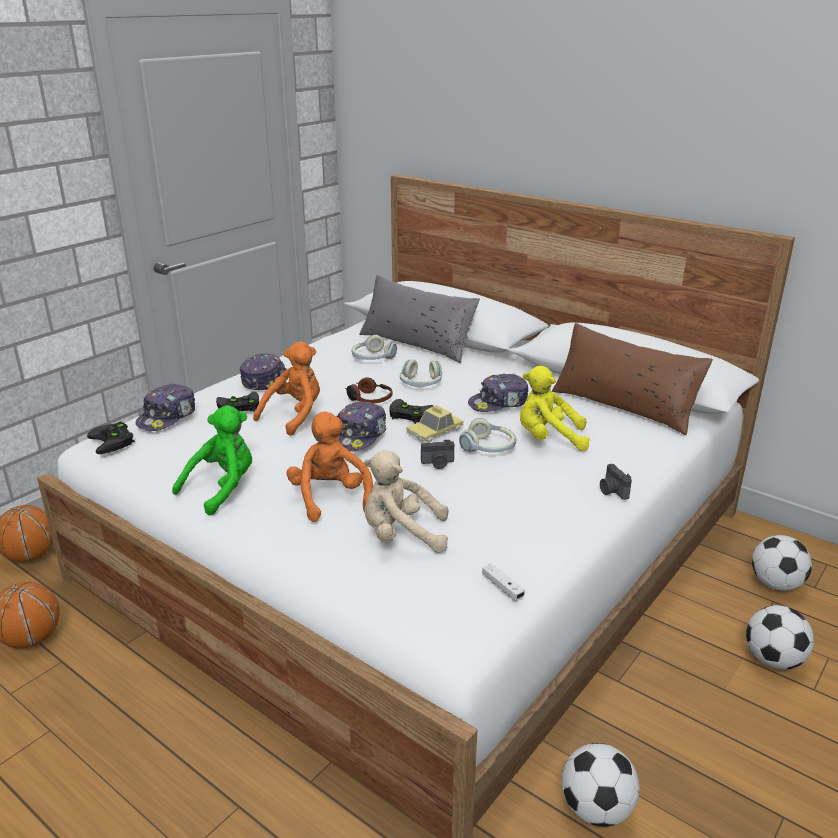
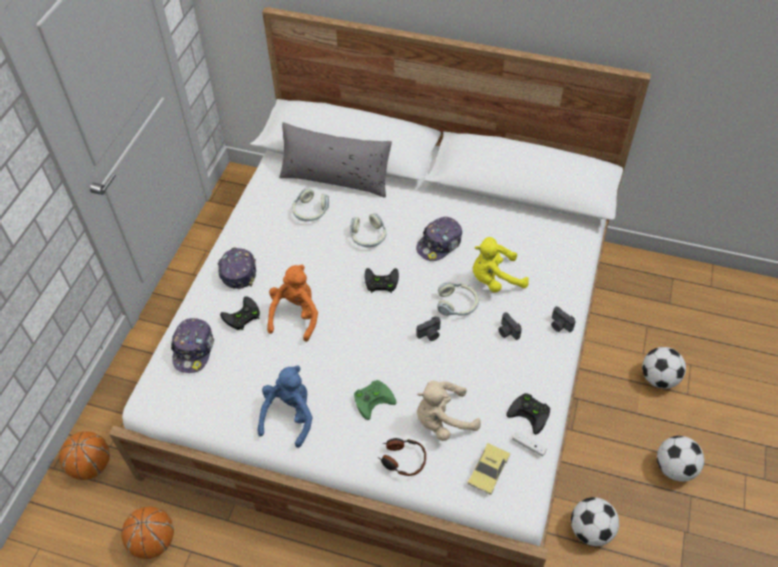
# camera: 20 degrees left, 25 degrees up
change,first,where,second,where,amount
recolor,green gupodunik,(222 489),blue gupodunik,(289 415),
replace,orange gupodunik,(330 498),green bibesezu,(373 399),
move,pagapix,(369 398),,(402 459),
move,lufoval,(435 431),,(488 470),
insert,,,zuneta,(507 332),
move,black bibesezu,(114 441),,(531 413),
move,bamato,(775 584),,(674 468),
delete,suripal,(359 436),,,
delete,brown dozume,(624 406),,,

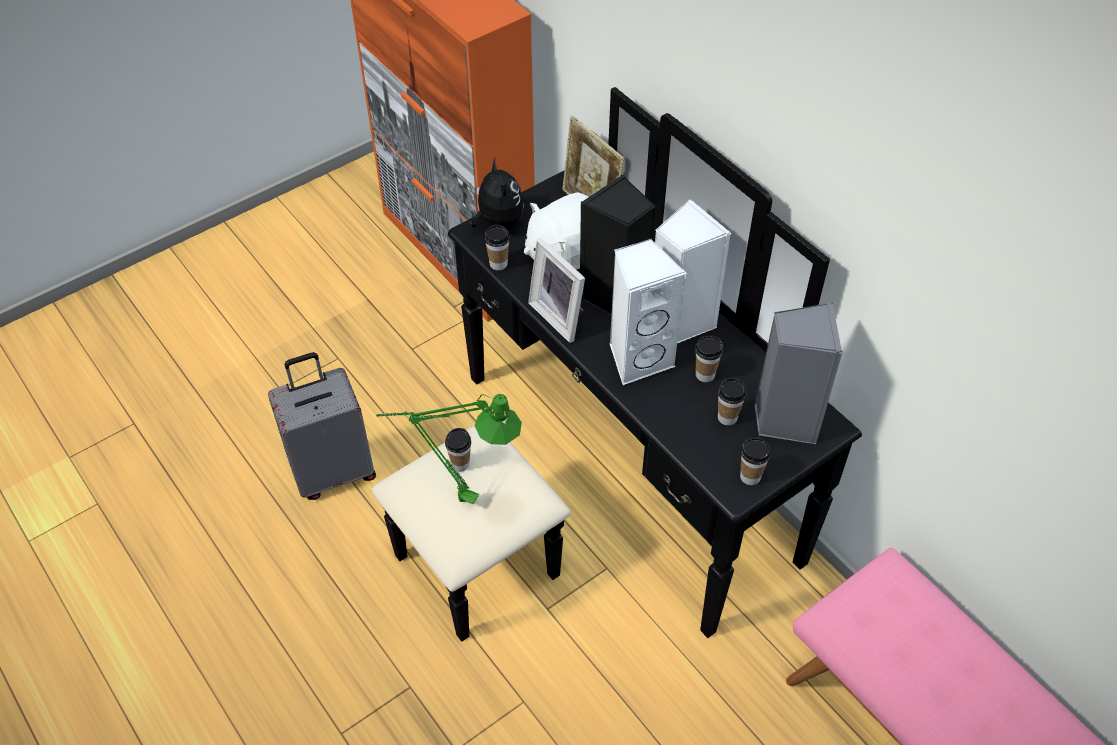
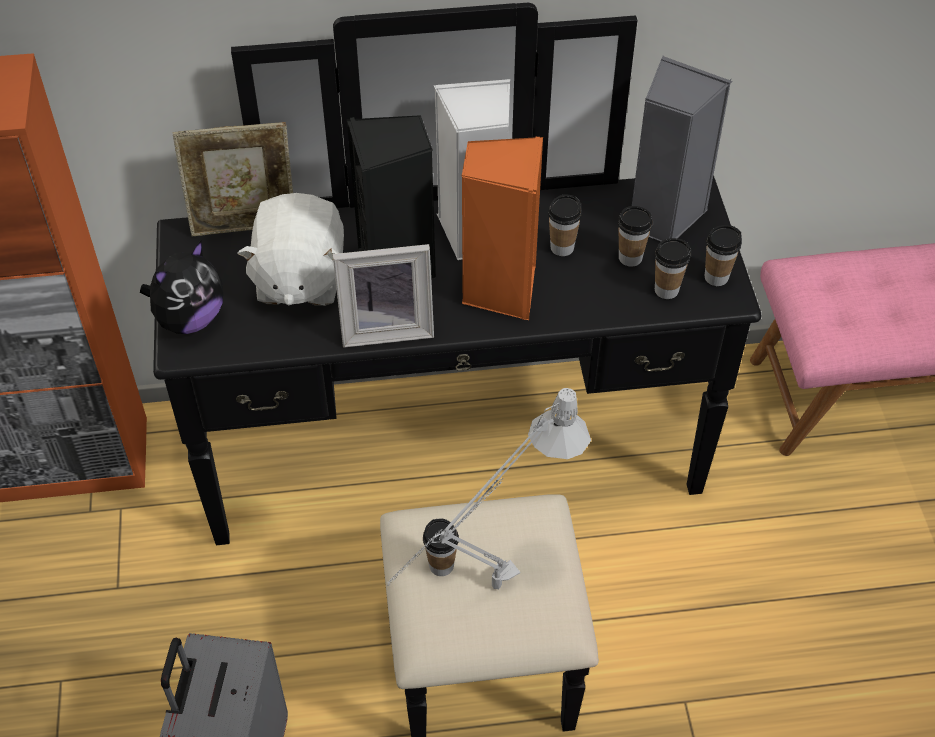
# camera: 60 degrees left, 0 degrees up
change,first,where,second,where,amount
rotate,gupodunik,(498 223),,(189 319),120 degrees clockwise
recolor,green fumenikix,(453 497),grey fumenikix,(484 594),
recolor,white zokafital,(638 358),orange zokafital,(499 289),
move,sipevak,(498 264),,(666 290),

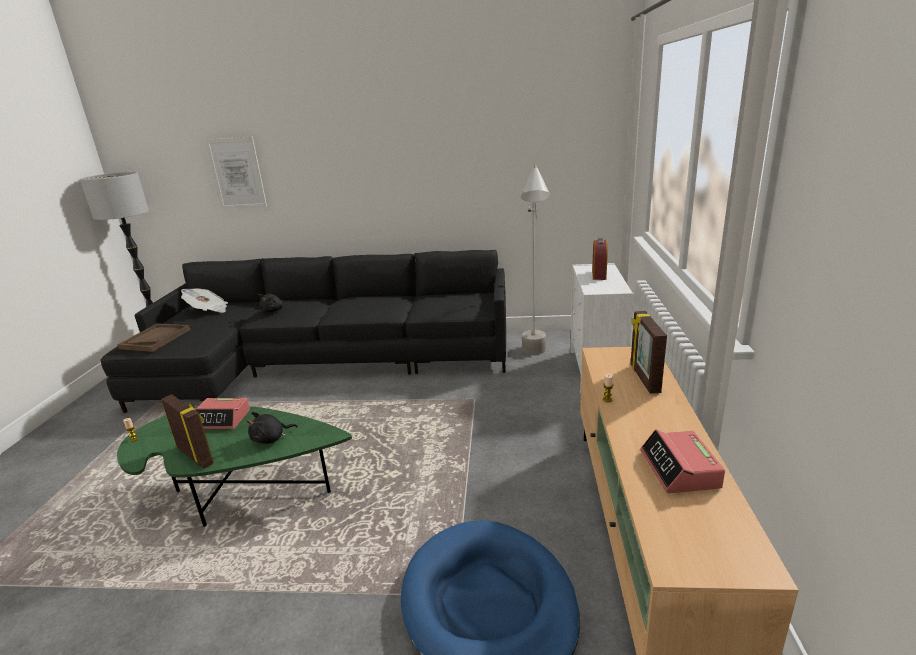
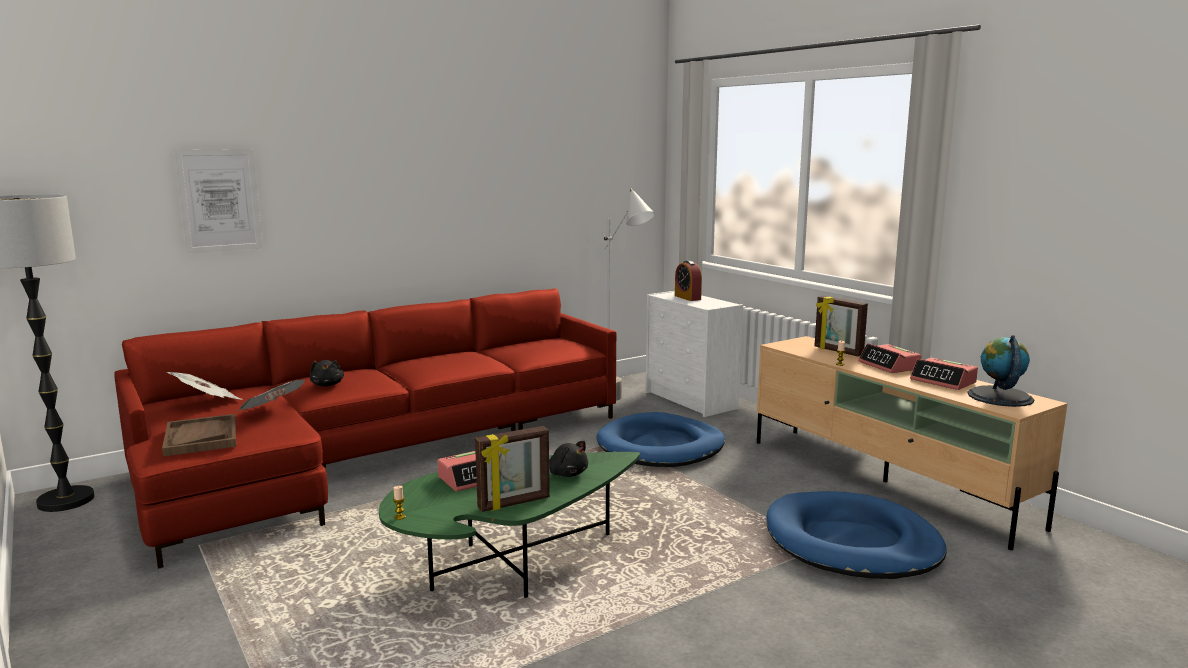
# camera: 40 degrees left, 10 degrees down
change,first,where,second,where,amount
recolor,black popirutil,(319 362),red popirutil,(374 455),
insert,,,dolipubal,(273 412),
rotate,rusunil,(196 455),,(514 503),150 degrees clockwise
rotate,black gupodunik,(271 439),,(566 473),75 degrees counterclockwise
insert,,,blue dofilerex,(661 446),
insert,,,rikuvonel,(889 366),
insert,,,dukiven,(999 397),

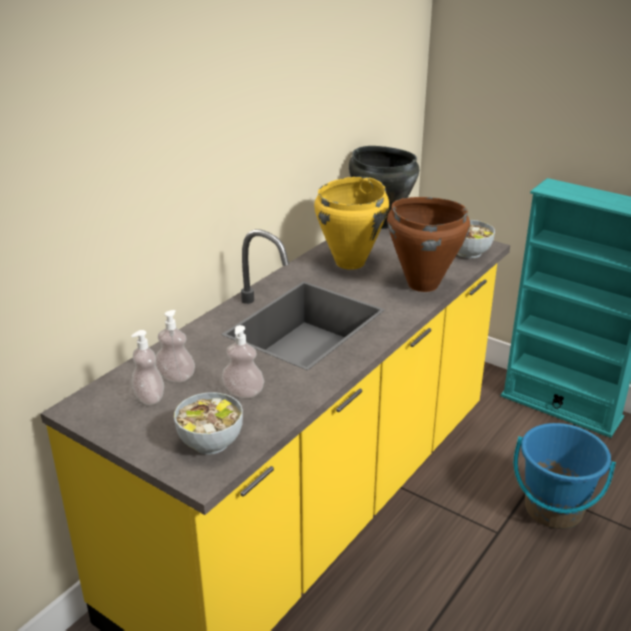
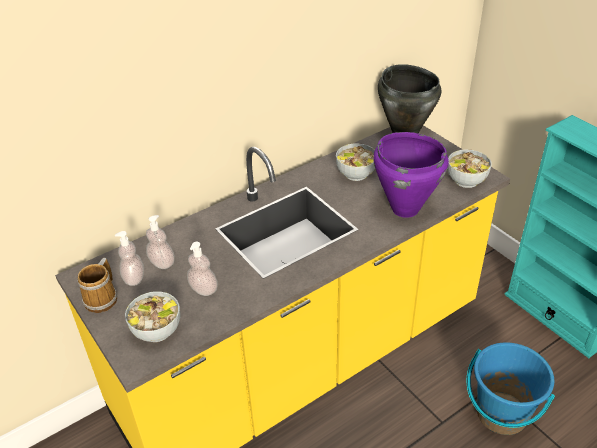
# camera: 20 degrees right, 10 degrees up
change,first,where,second,where,amount
insert,,,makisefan,(103 298),
replace,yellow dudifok,(351 263),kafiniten,(356 174),
recolor,brown dudifok,(422 284),purple dudifok,(405 208),

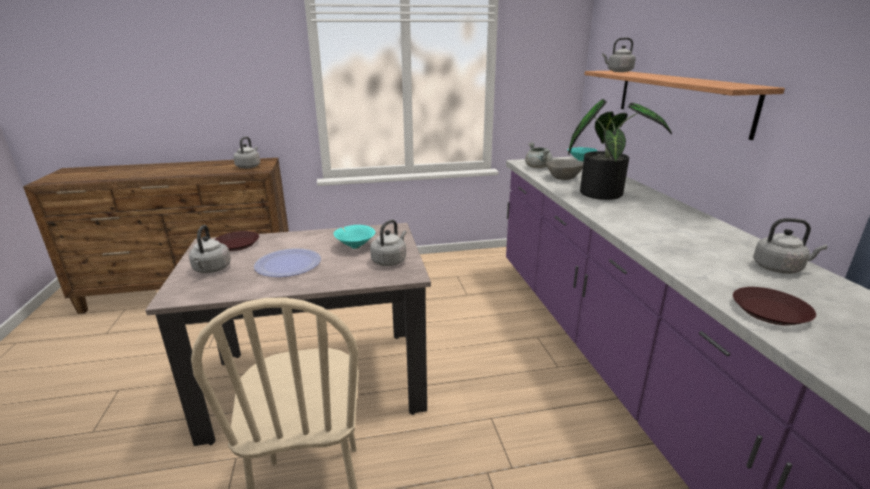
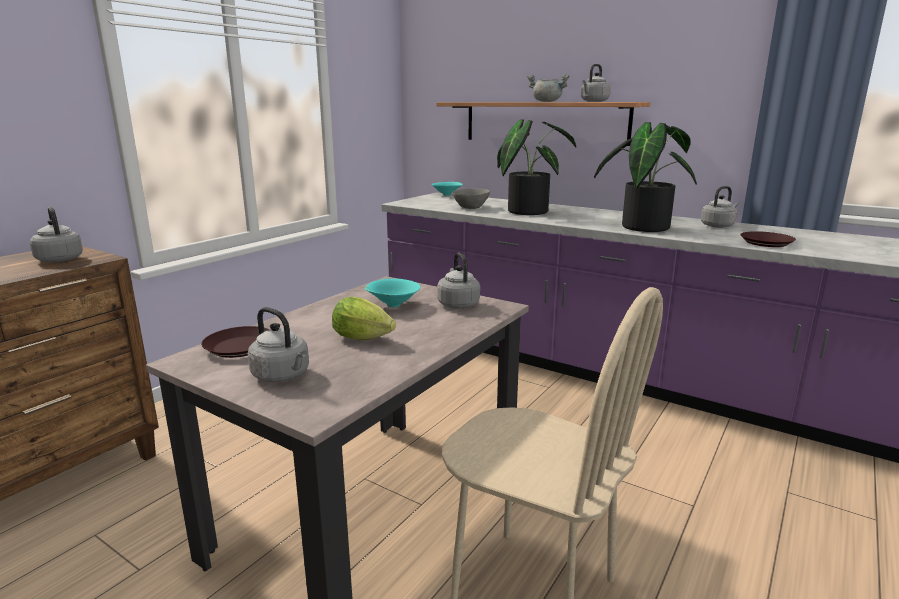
# camera: 45 degrees left, 5 degrees down
change,first,where,second,where,amount
replace,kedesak,(288 264),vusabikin,(366 339),
move,grey dudifok,(538 167),,(547 101),
move,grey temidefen,(618 71),,(594 101),
insert,,,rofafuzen,(642 226),

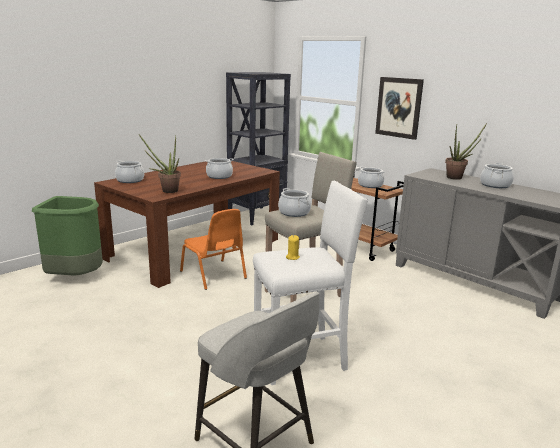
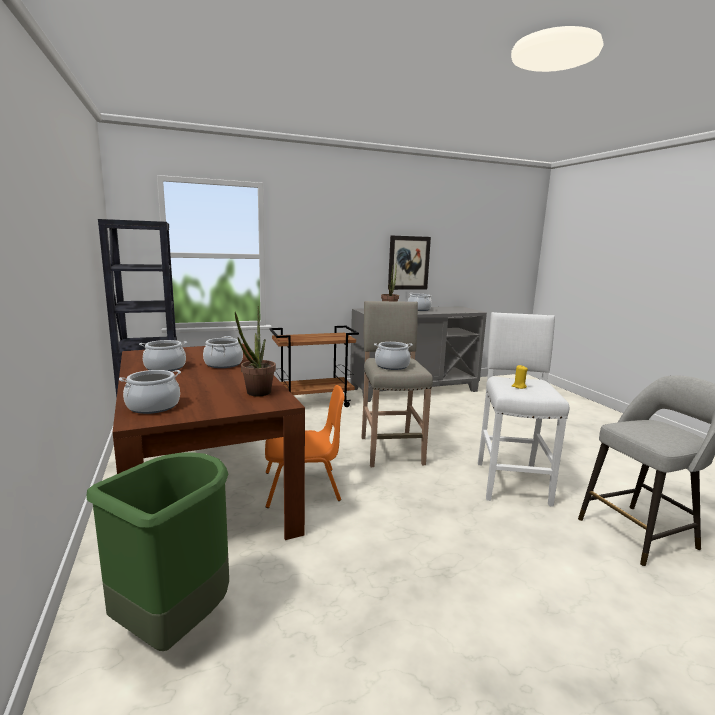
# camera: 65 degrees left, 5 degrees down
change,first,where,second,where,amount
move,dudifok,(370 185),,(165 368),
move,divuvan,(399 107),,(408 263),

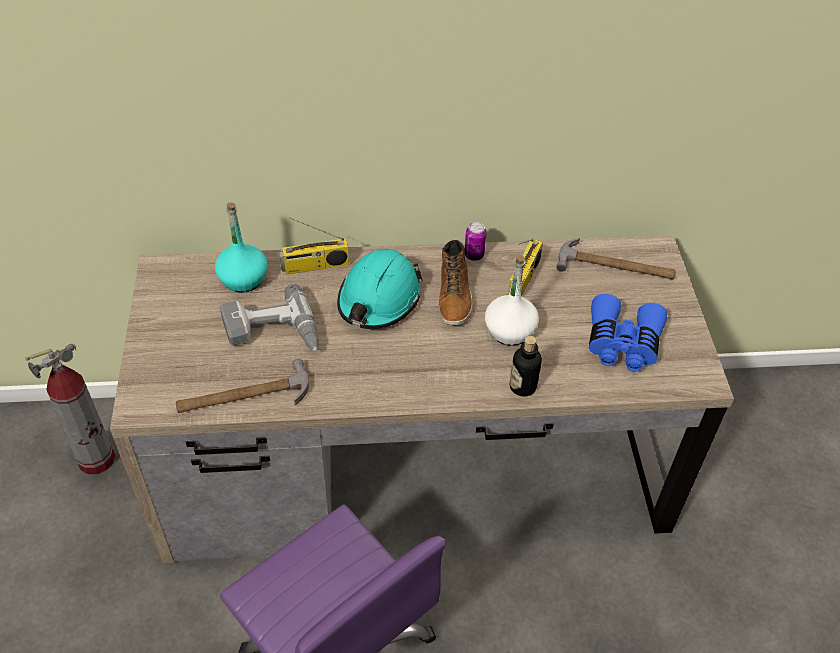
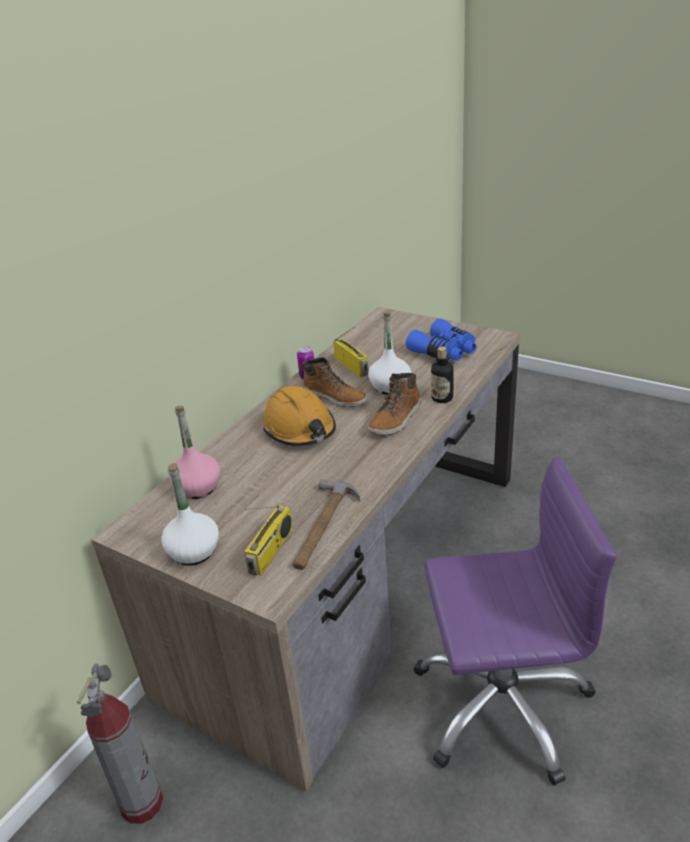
# camera: 50 degrees left, 15 degrees down
change,first,where,second,where,amount
insert,,,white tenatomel,(194 551),
recolor,turquoise tenatomel,(243 279),pink tenatomel,(197 487),
move,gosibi,(315 266),,(271 551),
recolor,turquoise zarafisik,(379 299),orange zarafisik,(300 429),
insert,,,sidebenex,(396 419),
delete,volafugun,(272 334),,,
delete,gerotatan,(616 266),,,

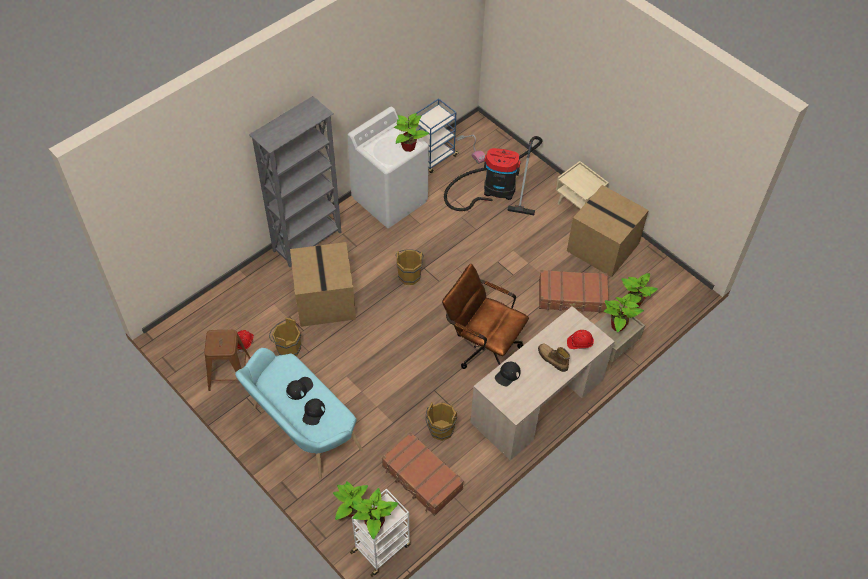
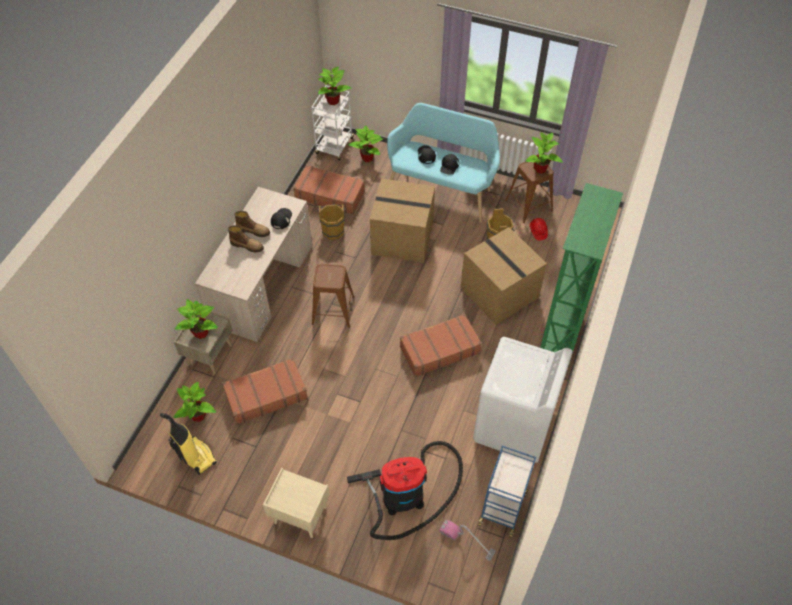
# camera: 155 degrees right, 0 degrees up
change,first,where,second,where,amount
insert,,,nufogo,(196 456),
insert,,,sidebenex,(253 230),
replace,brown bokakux,(482 346),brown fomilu,(333 310),
move,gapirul,(601 247),,(403 237),
replace,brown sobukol,(409 274),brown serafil,(439 349),
move,rofafuzen,(409 146),,(540 169),
recolor,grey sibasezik,(308 241),green sibasezik,(559 341),
delete,red zarafisik,(579 343),,,

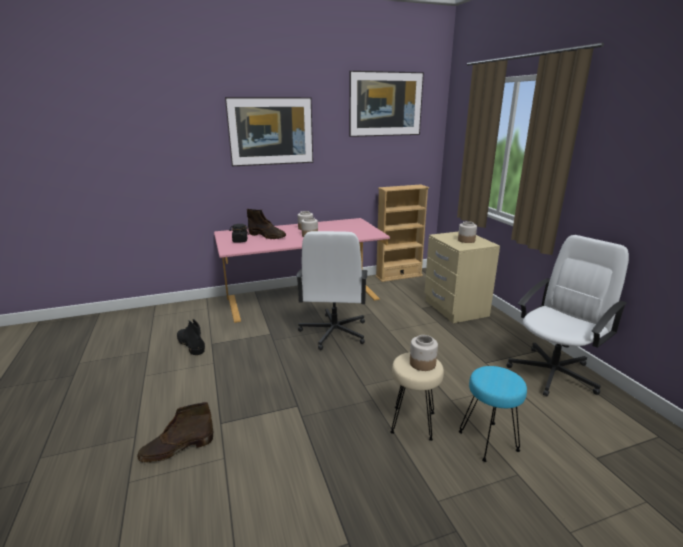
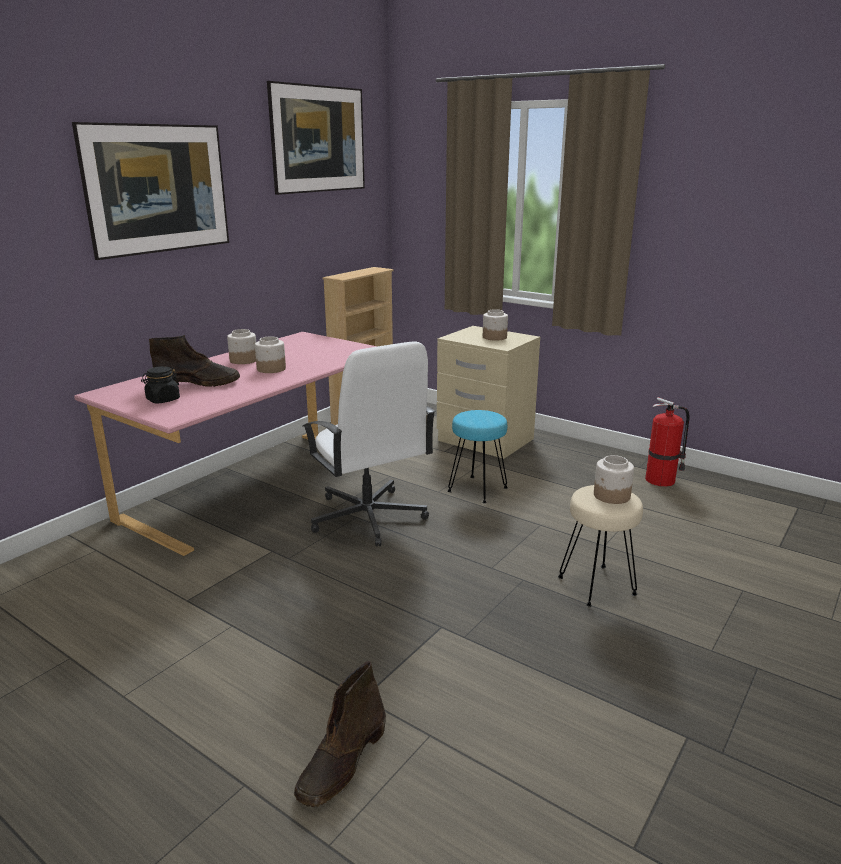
# camera: 35 degrees left, 0 degrees up
change,first,where,second,where,amount
move,turquoise fomilu,(488 440),,(477 489),
replace,white bokakux,(553 373),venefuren,(661 480),
delete,black sidebenex,(190 344),,,

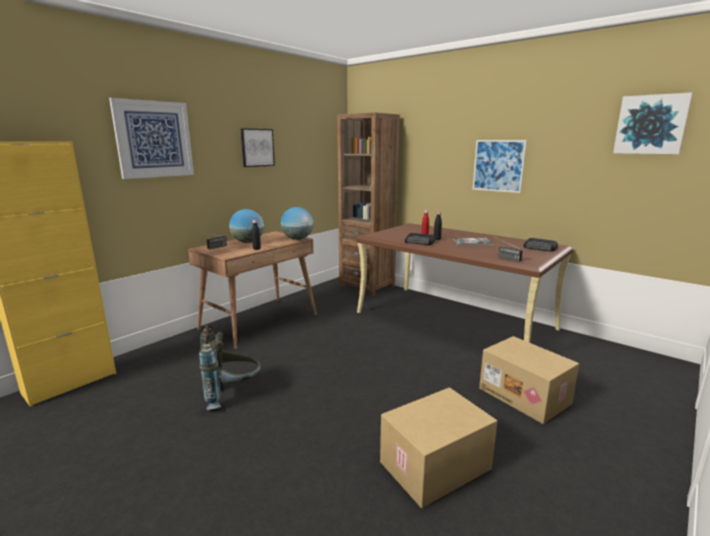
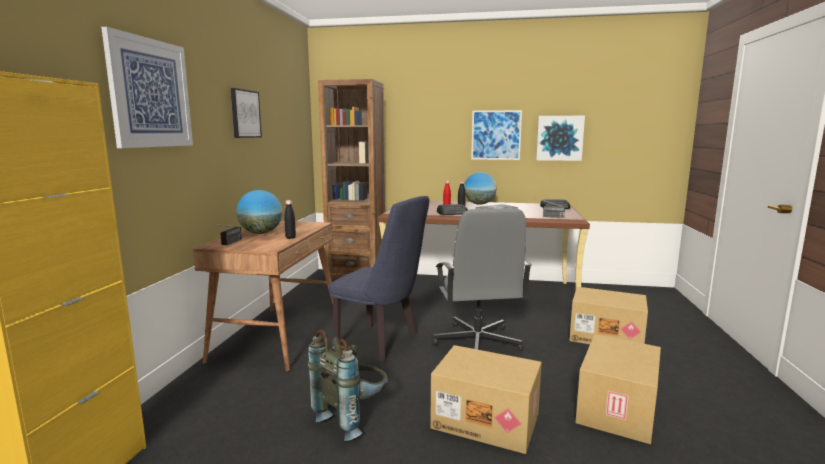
# camera: 30 degrees left, 5 degrees down
change,first,where,second,where,amount
insert,,,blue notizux,(382 344),
insert,,,gapirul,(486 420),
insert,,,grey bokakux,(477 342),
move,dukiven,(297 239),,(479 204),
move,divuvan,(650 124),,(559 138),

